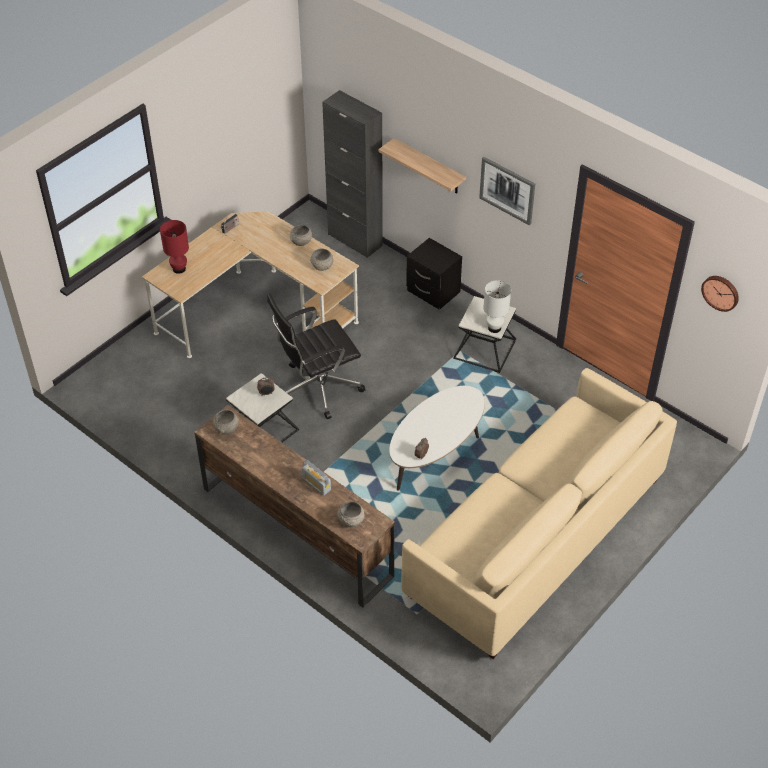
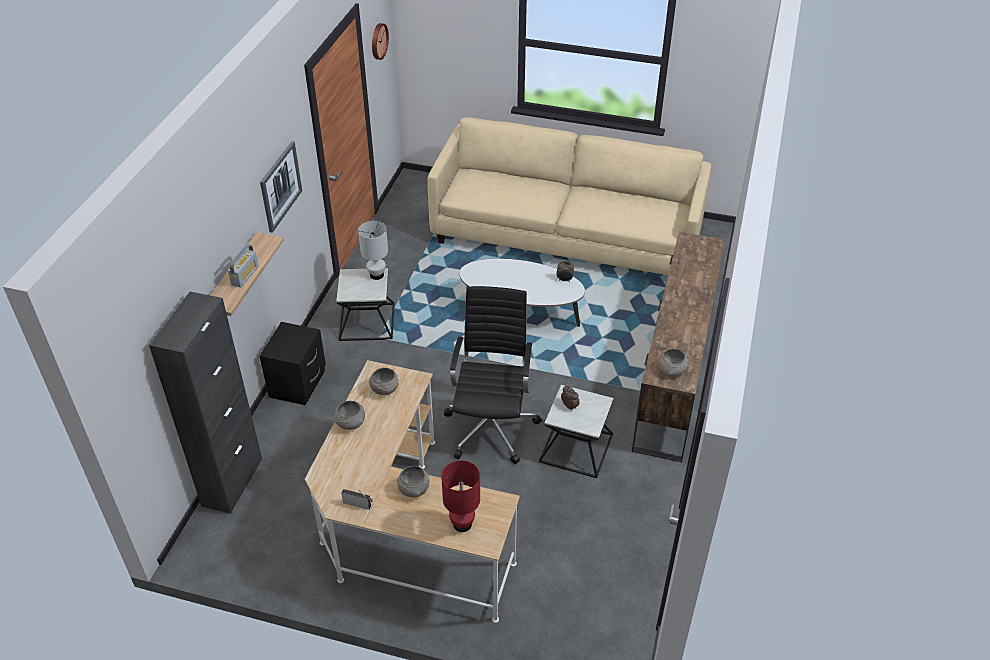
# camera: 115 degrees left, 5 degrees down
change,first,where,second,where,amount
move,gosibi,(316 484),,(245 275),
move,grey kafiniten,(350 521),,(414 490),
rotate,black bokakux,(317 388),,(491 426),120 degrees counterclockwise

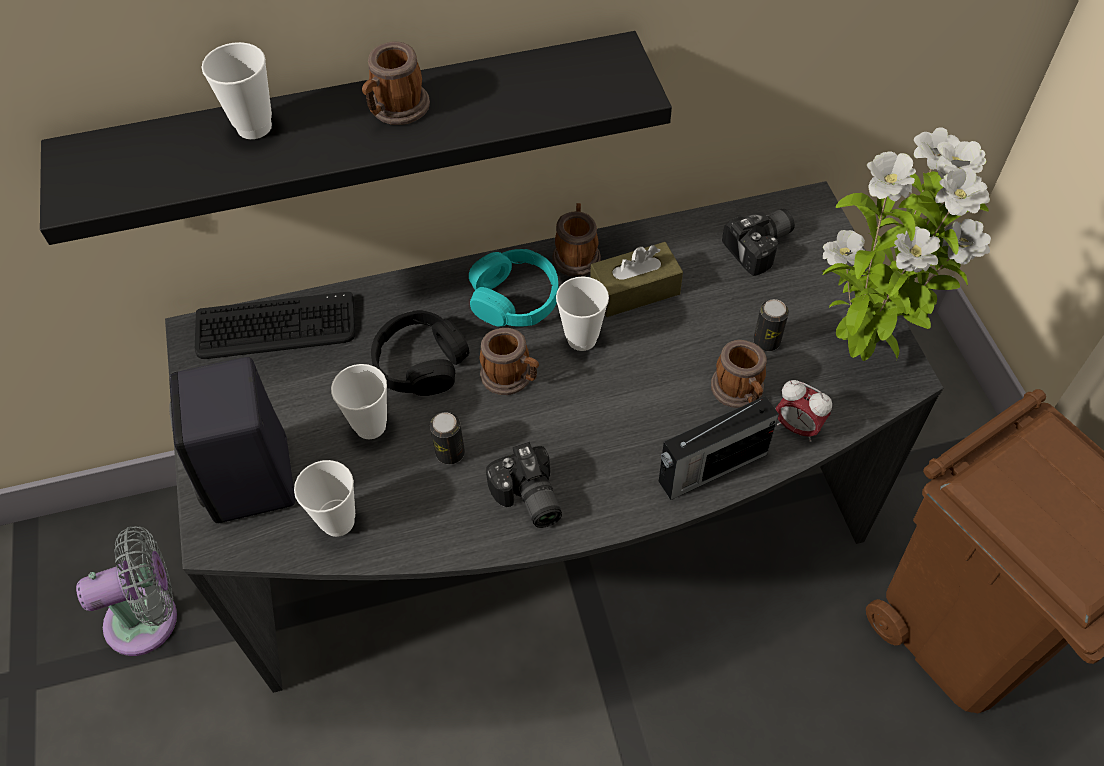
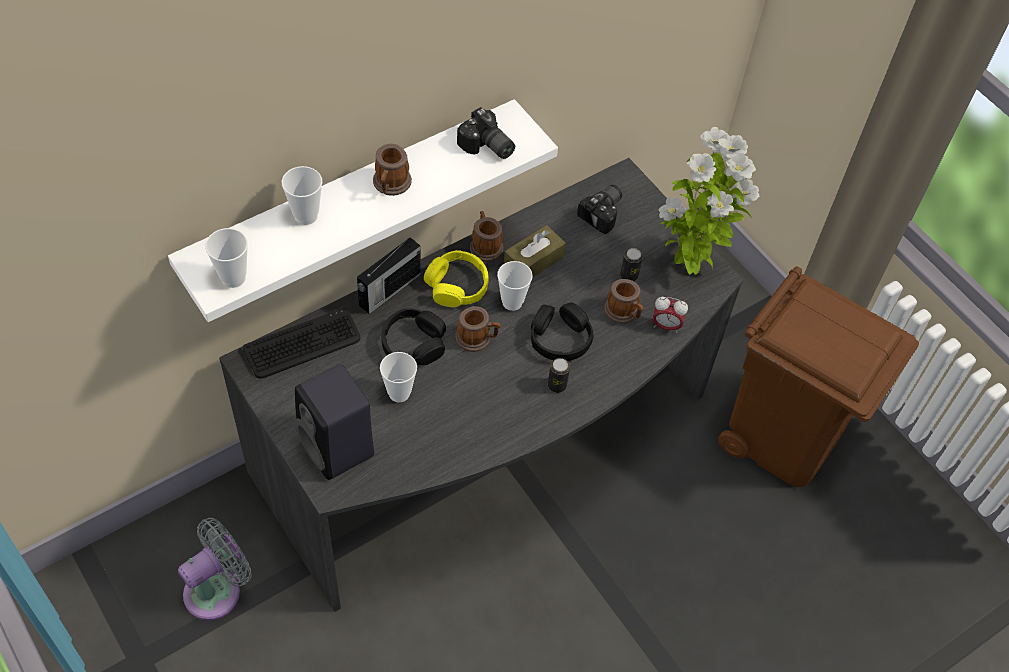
# camera: 25 degrees left, 0 degrees up
change,first,where,second,where,amount
recolor,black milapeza,(359 129),white milapeza,(352 199),
move,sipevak,(338 521),,(233 278),
move,gosibi,(710 468),,(388 290),
recolor,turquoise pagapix,(514 298),yellow pagapix,(457 286),
move,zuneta,(527 499),,(486 147),
insert,,,black pagapix,(560 338),
move,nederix,(450 453),,(557 385),

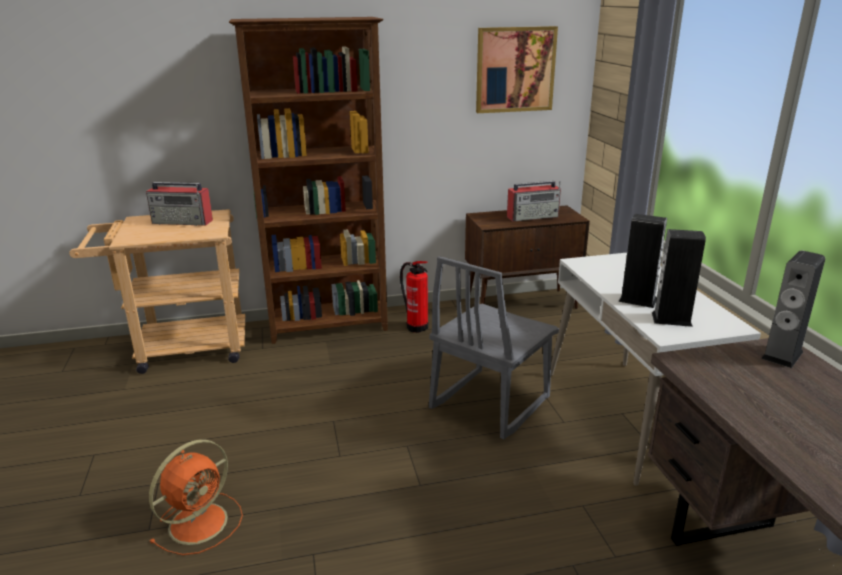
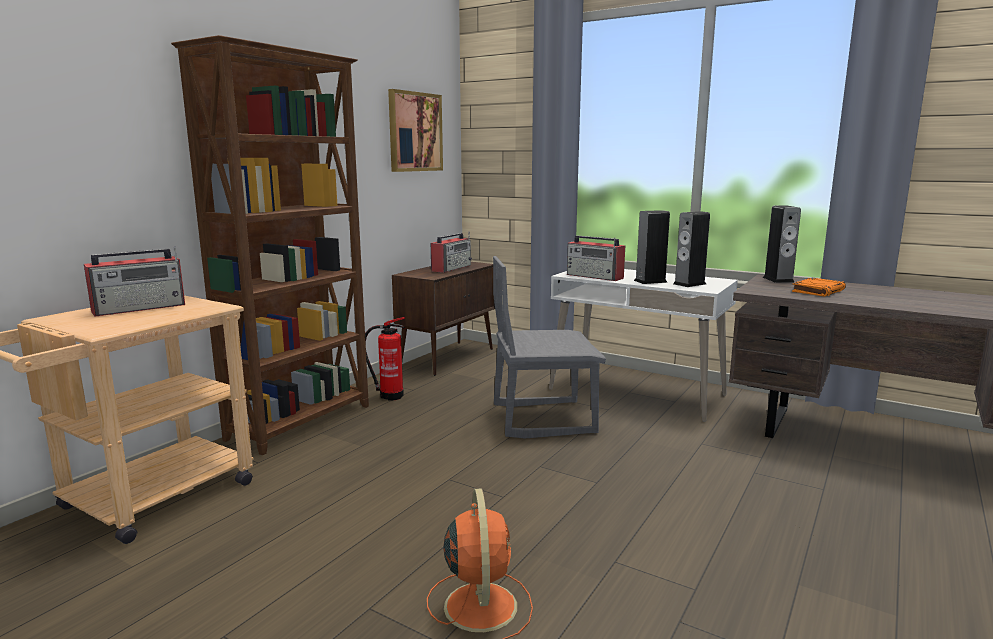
# camera: 45 degrees left, 10 degrees down
change,first,where,second,where,amount
rotate,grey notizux,(488 403),,(543 418),90 degrees clockwise
insert,,,gosibi,(595 277),
insert,,,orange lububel,(818 291),

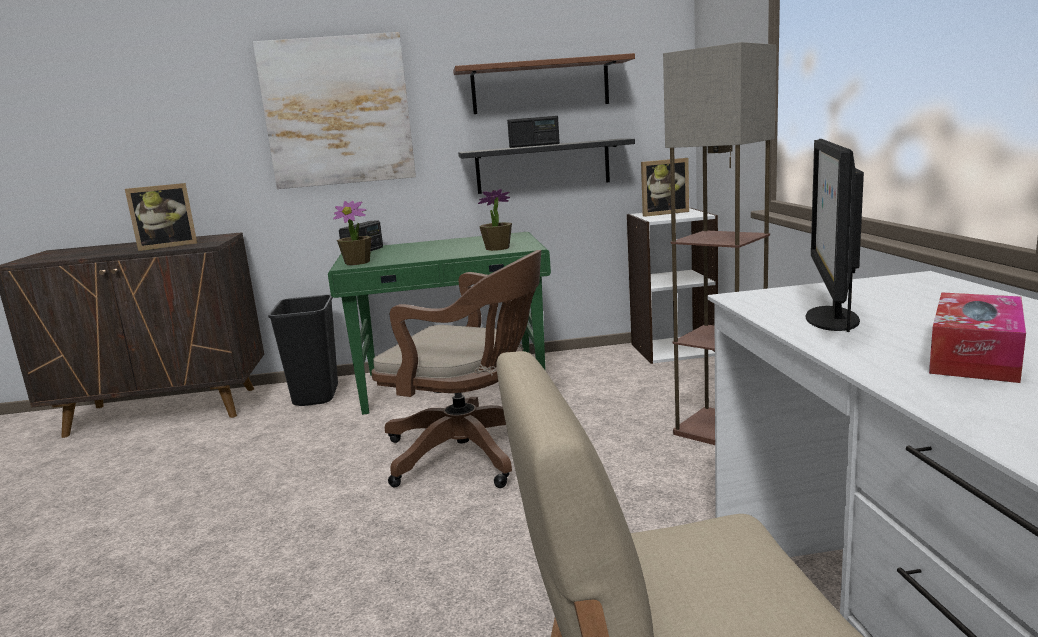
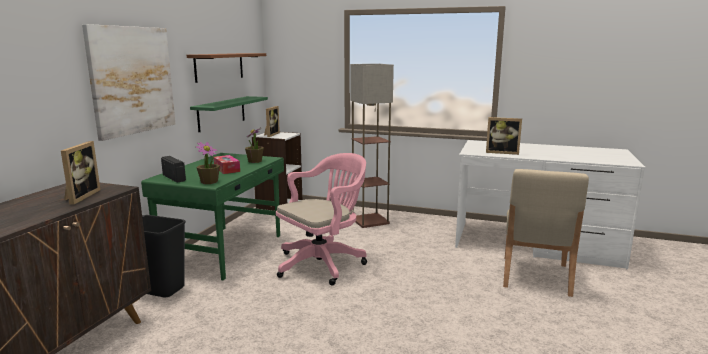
# camera: 65 degrees left, 0 degrees up
change,first,where,second,where,amount
recolor,black milapeza,(543 166),green milapeza,(222 113),
move,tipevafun,(974 355),,(227 169),
recolor,brown bokakux,(473 454),pink bokakux,(323 263),
replace,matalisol,(830 318),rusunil,(502 152),
delete,gosibi,(534 145),,,

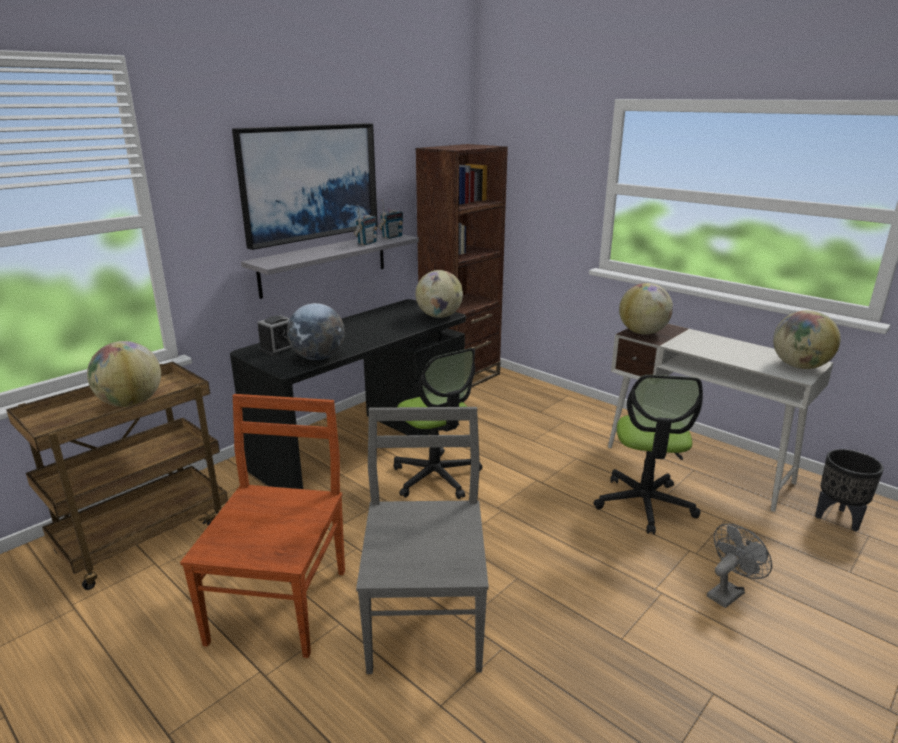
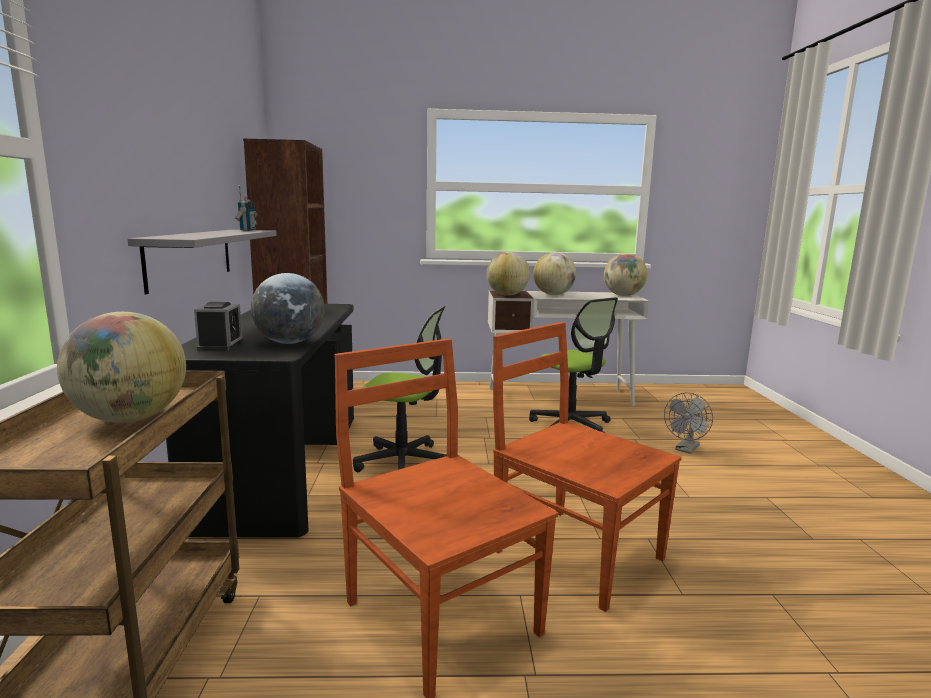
# camera: 45 degrees left, 10 degrees down
change,first,where,second,where,amount
recolor,grey notizux,(425 620),brown notizux,(574 552),
move,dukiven,(439 316),,(553 294),
rotate,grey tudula,(728 592),,(686 449),150 degrees counterclockwise
delete,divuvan,(309 182),,,
delete,gosibi,(367 243),,,
delete,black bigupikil,(838 518),,,

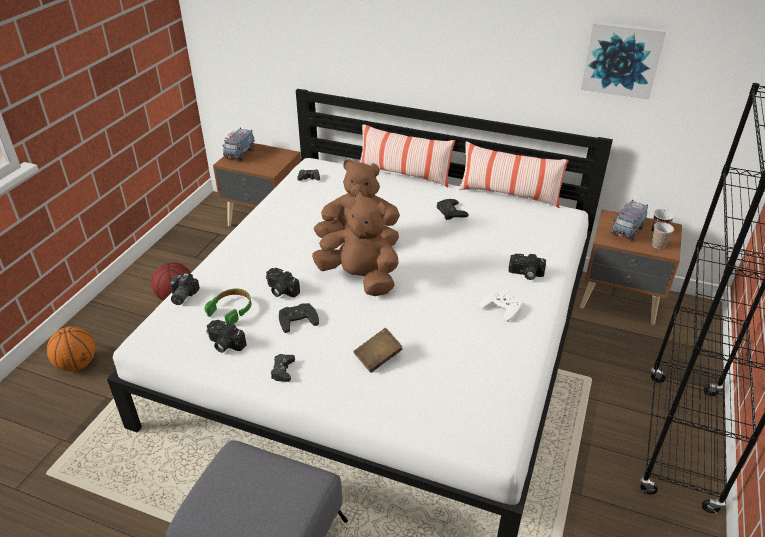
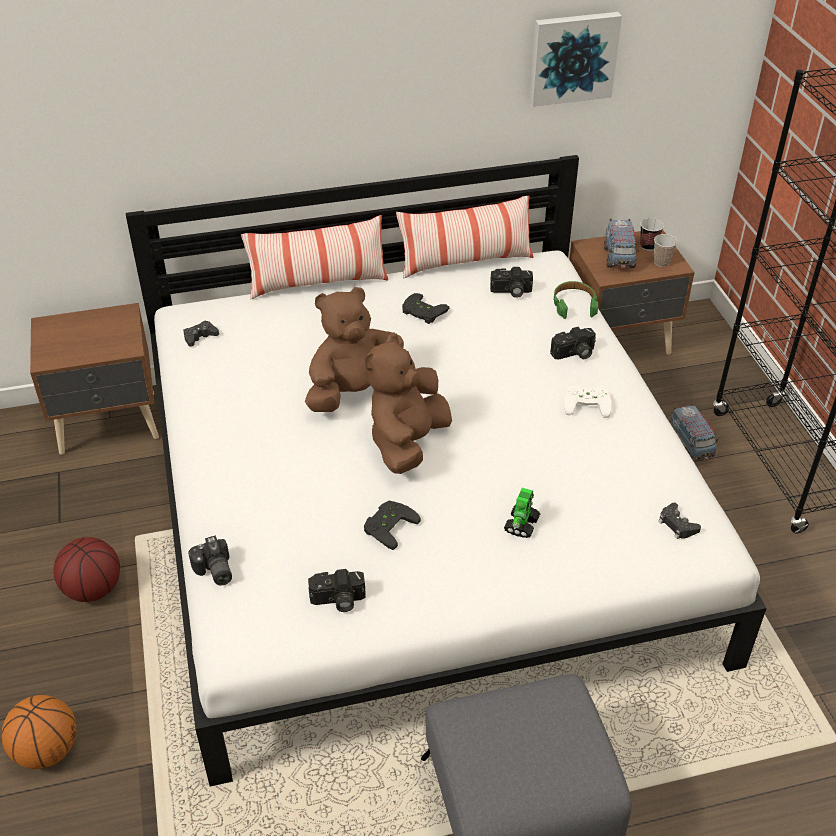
# camera: 35 degrees left, 5 degrees up
change,first,where,second,where,amount
rotate,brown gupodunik,(360 279),,(407 442),60 degrees counterclockwise
move,zuneta,(280 290),,(511 291),
replace,brown lububel,(378 358),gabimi,(522 524),
move,green pagapix,(231 309),,(574 304),
move,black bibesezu,(283 370),,(677 525),
move,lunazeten,(239 154),,(690 445),

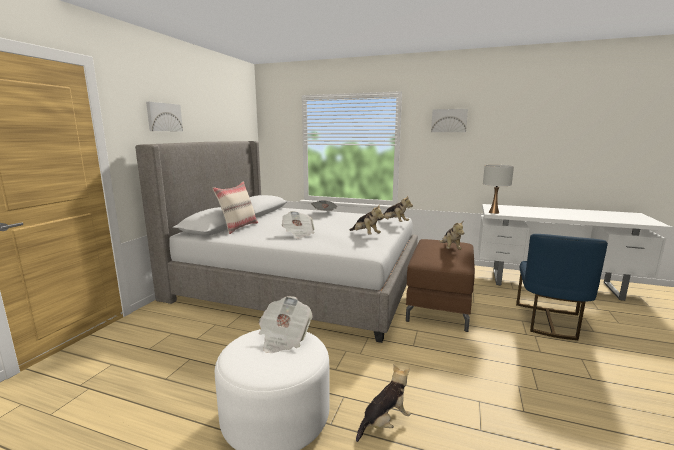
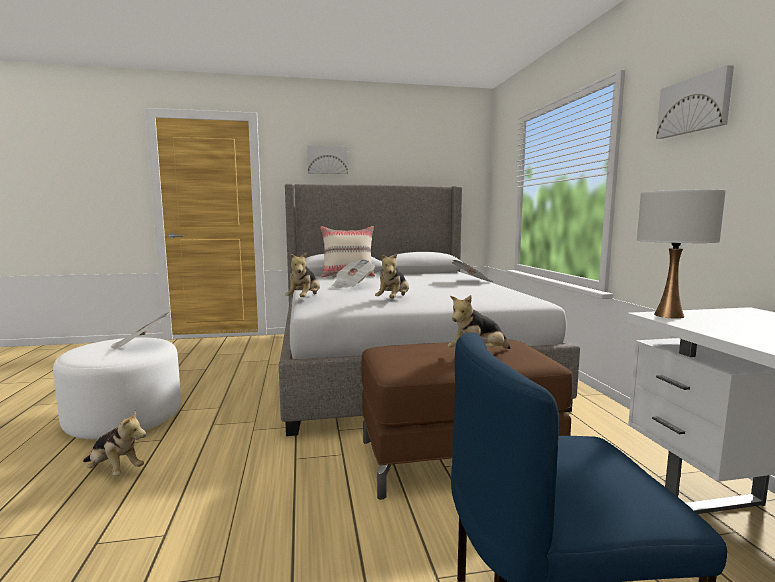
# camera: 60 degrees right, 5 degrees down
change,first,where,second,where,amount
move,gupodunik,(394 223),,(304 299),

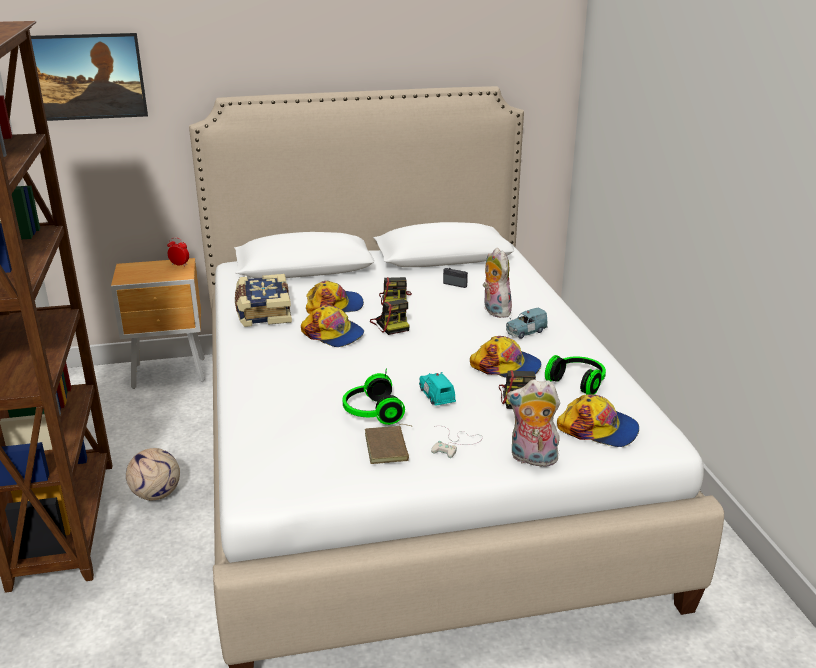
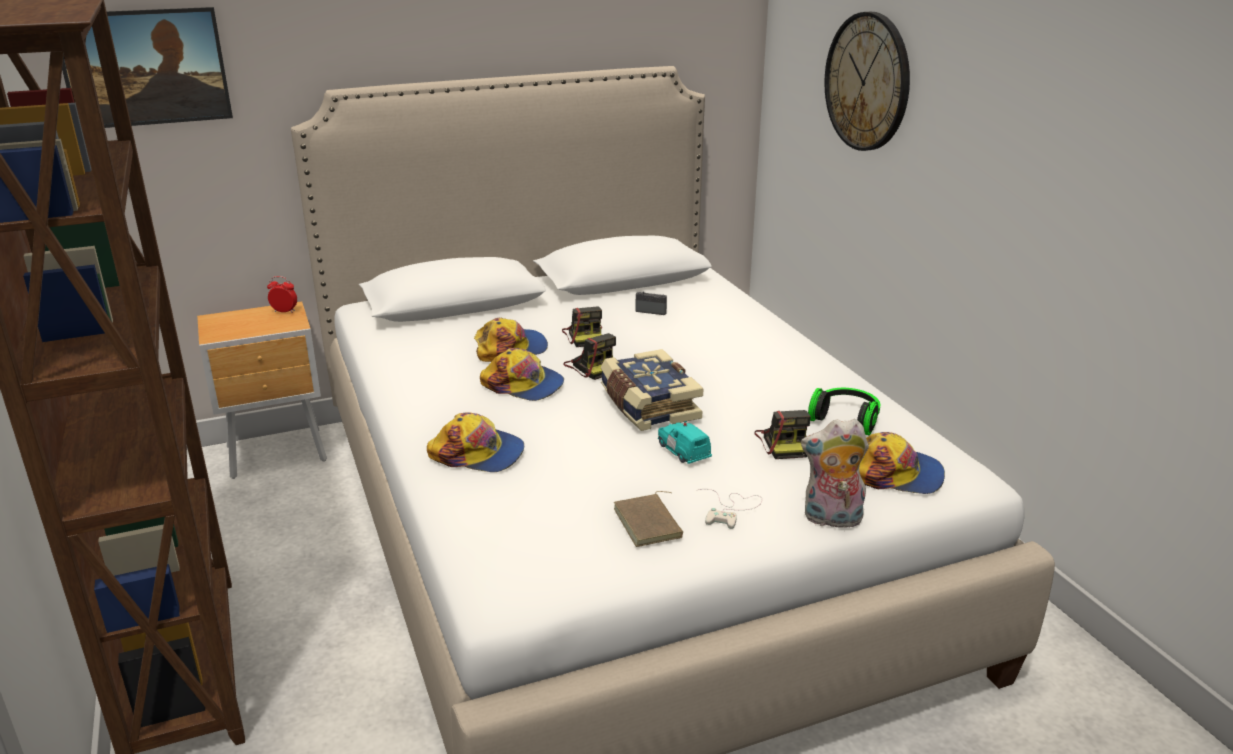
# camera: 10 degrees left, 0 degrees up
change,first,where,second,where,amount
move,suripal,(506 366),,(478 453),
move,lububel,(262 312),,(647 406),
insert,,,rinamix,(867 82),
delete,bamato,(156 494),,,
delete,pagapix,(371 412),,,
delete,gupodunik,(494 311),,,
delete,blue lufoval,(525 332),,,

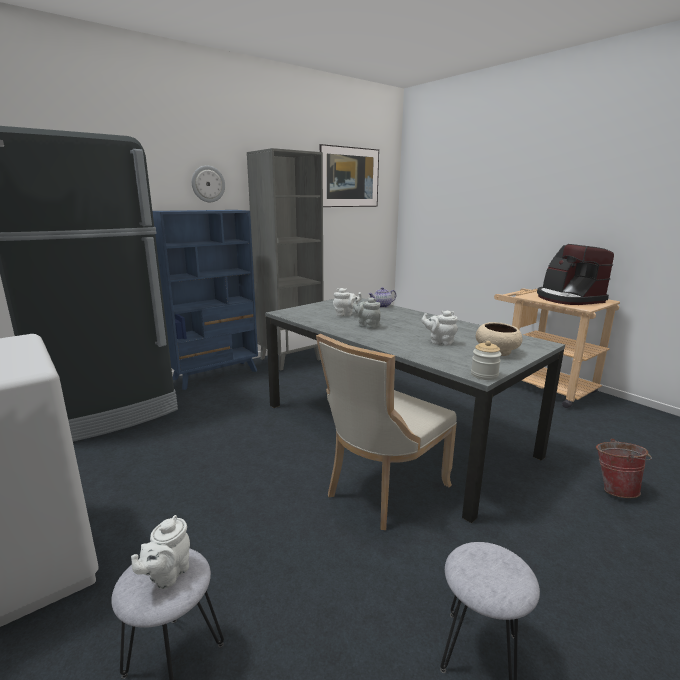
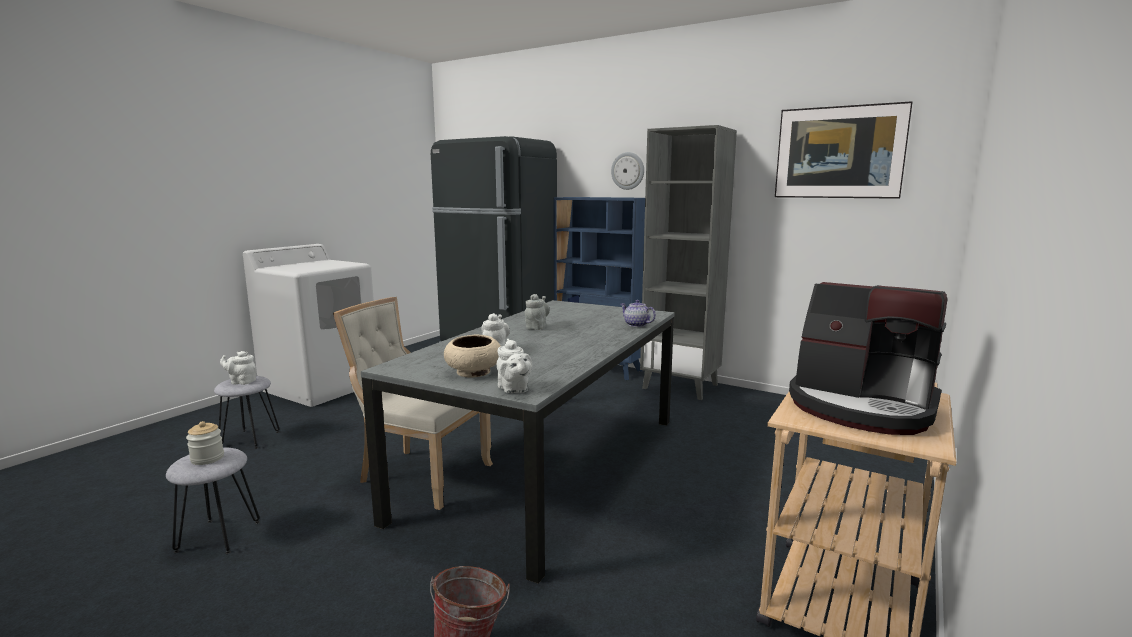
# camera: 70 degrees right, 5 degrees down
change,first,where,second,where,amount
move,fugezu,(484 375),,(207 458),
move,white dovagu,(345 314),,(514 389),
rotate,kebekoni,(568 299),,(861 407),105 degrees counterclockwise

